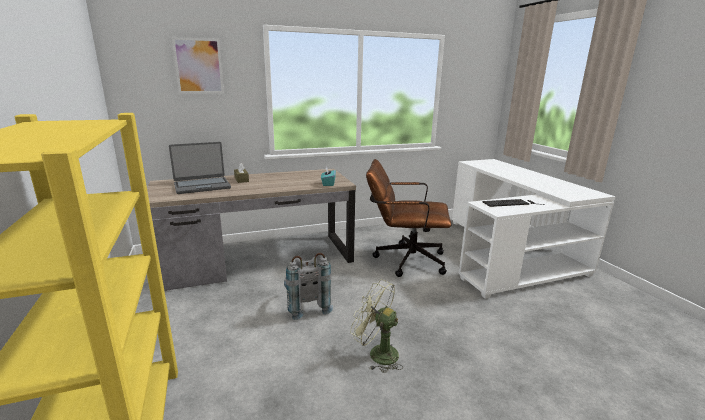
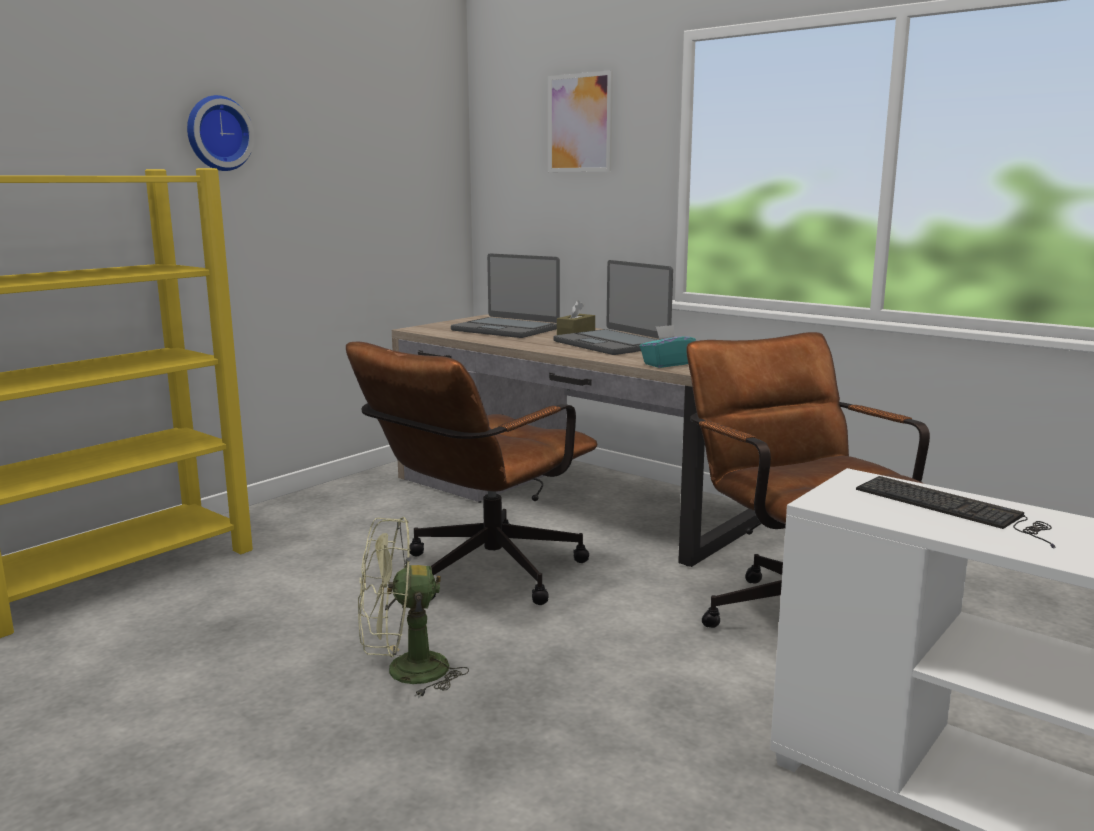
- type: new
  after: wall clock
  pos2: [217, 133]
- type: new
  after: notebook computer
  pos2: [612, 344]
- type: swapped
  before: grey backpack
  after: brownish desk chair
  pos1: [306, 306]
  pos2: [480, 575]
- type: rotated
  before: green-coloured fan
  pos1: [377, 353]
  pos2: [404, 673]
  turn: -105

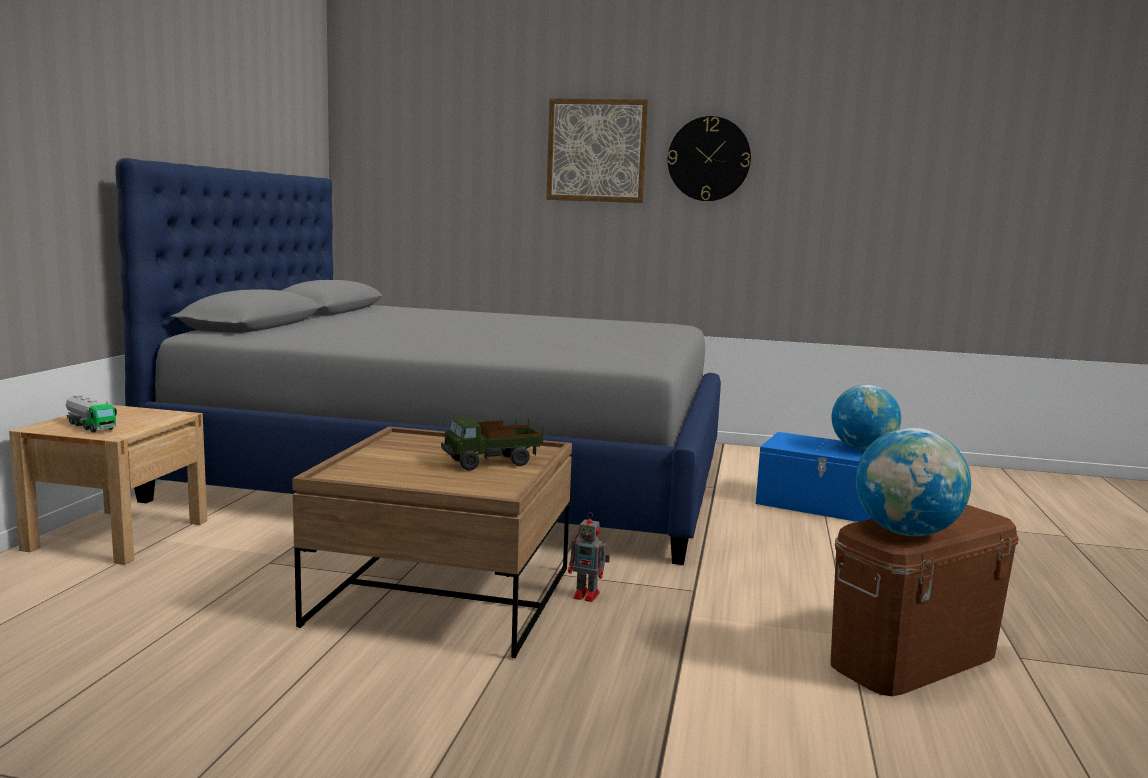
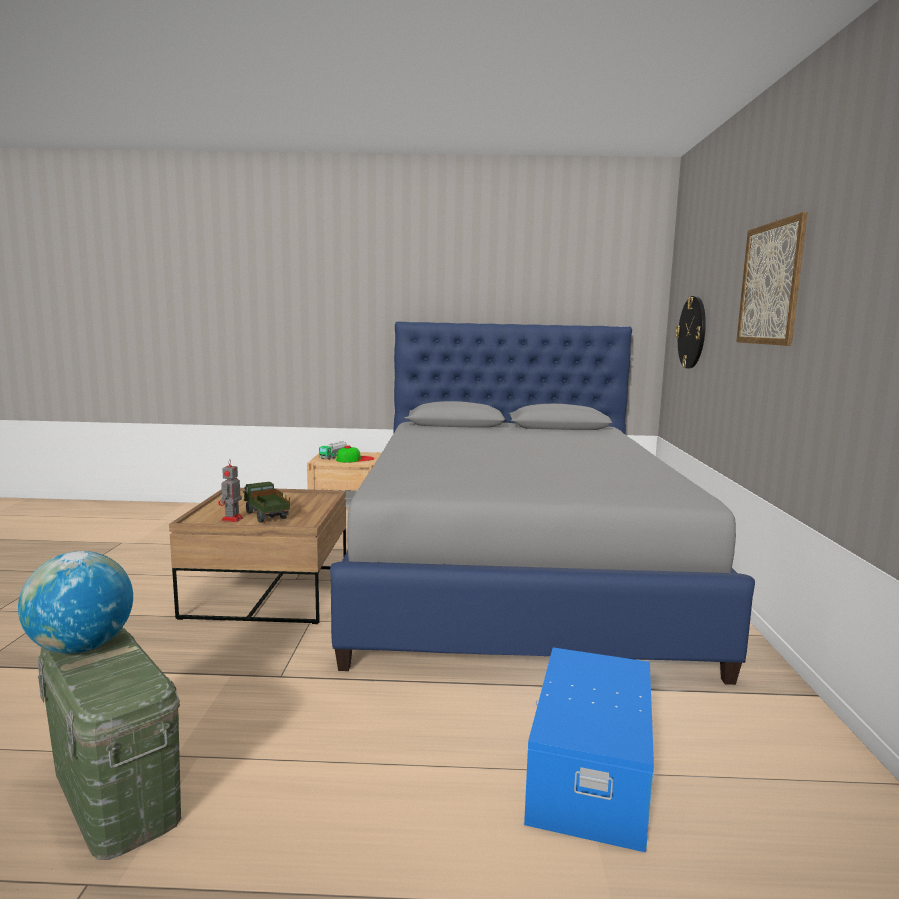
- type: gone
  before: world globe
  pos1: [862, 449]
- type: new
  after: baseball cap
  pos2: [355, 459]
- type: shifted
  before: toy robot
  pos1: [588, 595]
  pos2: [231, 519]
- type: shifted
  before: wall clock
  pos1: [709, 159]
  pos2: [692, 332]
- type: repainted
  before: brownish storage container
  after: green-coloured storage container
  pos1: [913, 659]
  pos2: [114, 792]

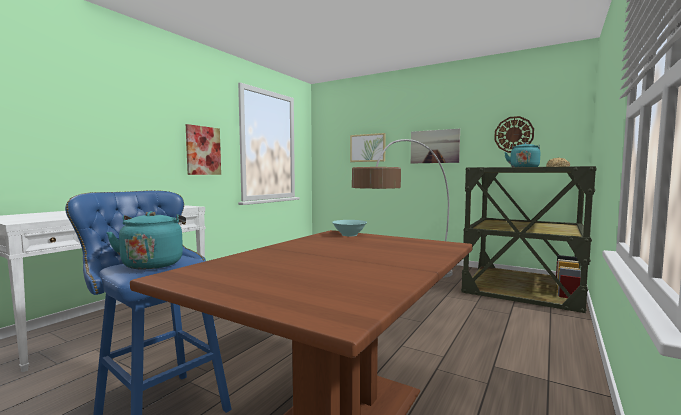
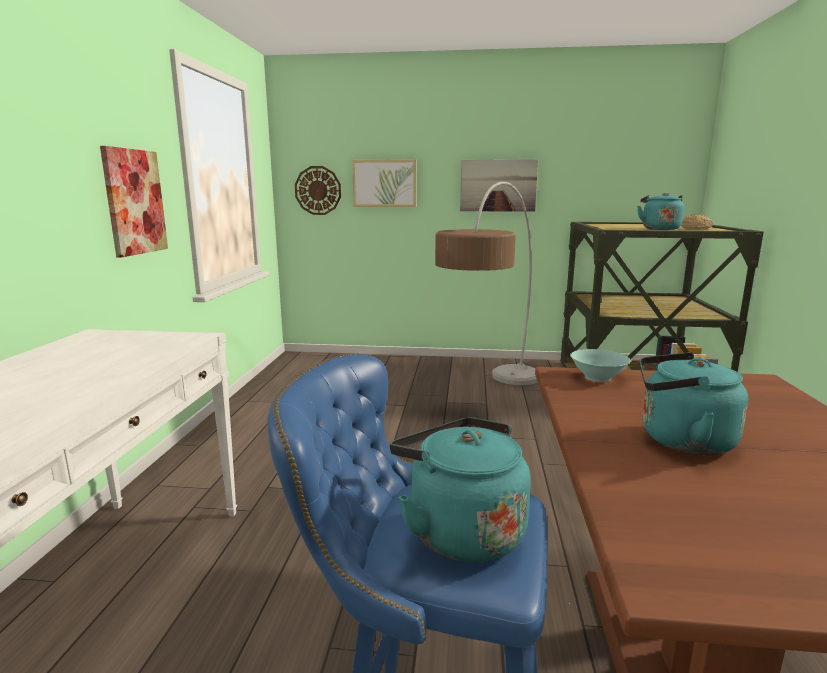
- type: new
  after: blue-green water kettle
  pos2: [680, 440]
- type: shifted
  before: wall clock
  pos1: [513, 134]
  pos2: [318, 190]

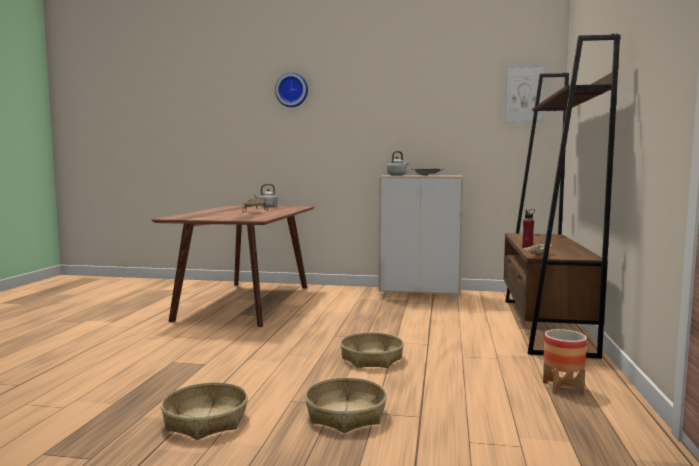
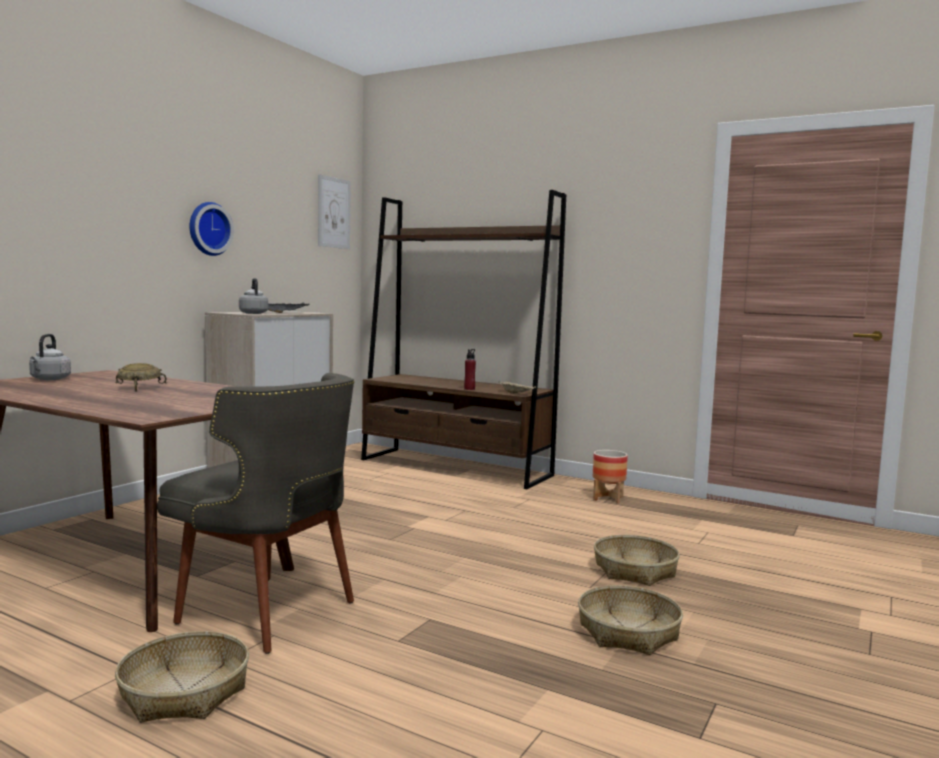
- type: new
  after: grey upright chair
  pos2: [266, 612]
- type: shifted
  before: wall clock
  pos1: [292, 90]
  pos2: [208, 229]
- type: shifted
  before: household basket
  pos1: [372, 359]
  pos2: [185, 692]

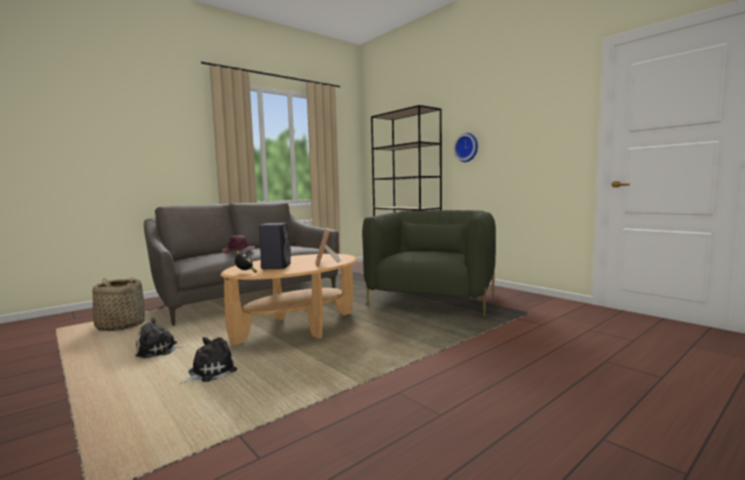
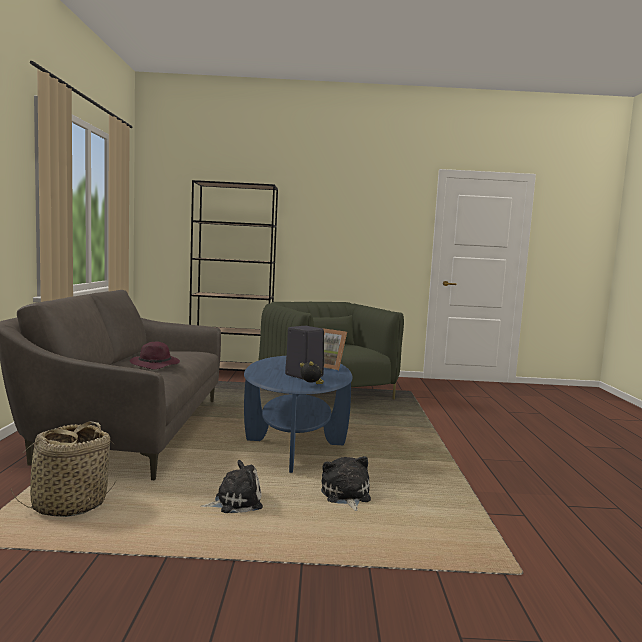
- type: gone
  before: wall clock
  pos1: [467, 147]
- type: repainted
  before: brownish coffee table
  after: blue coffee table
  pos1: [297, 328]
  pos2: [295, 443]
- type: rotated
  before: plush toy
  pos1: [160, 350]
  pos2: [235, 502]
  turn: -135

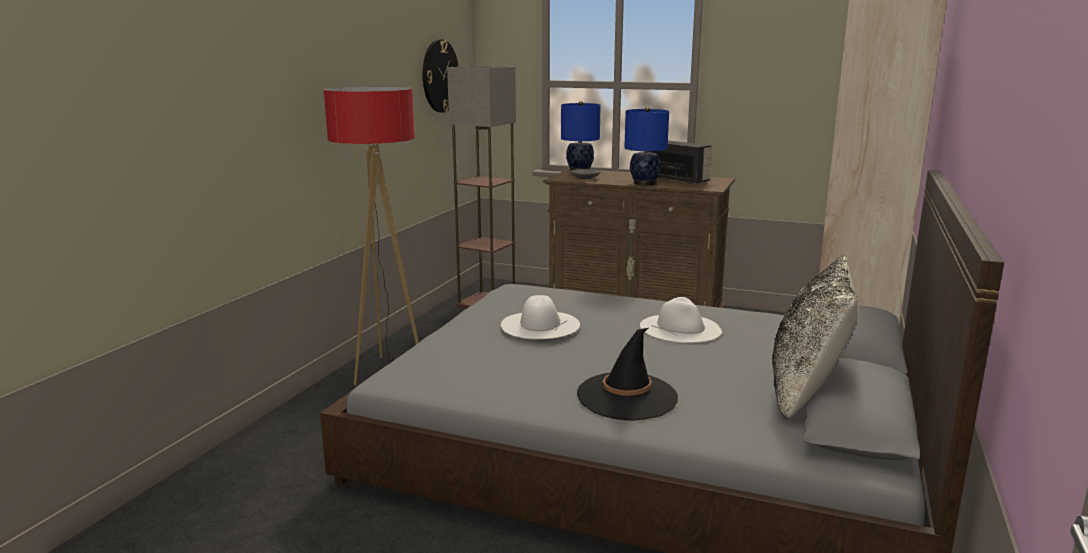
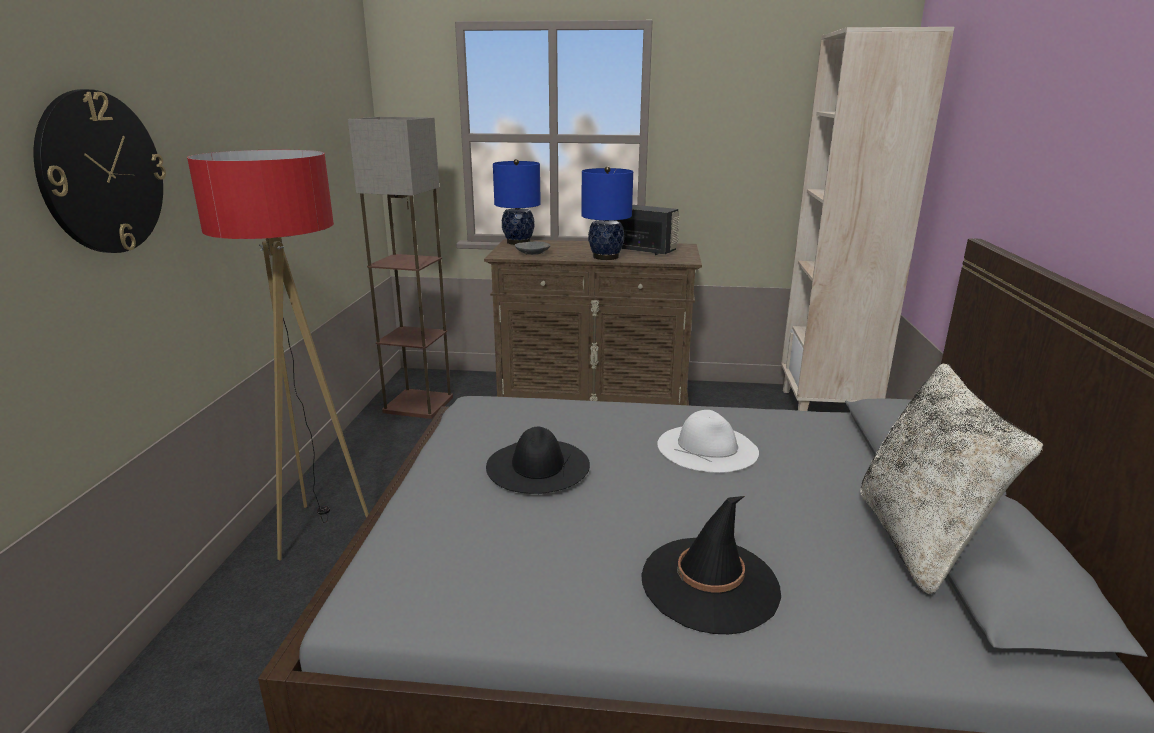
- type: shifted
  before: wall clock
  pos1: [440, 76]
  pos2: [102, 173]
- type: repainted
  before: white-coloured hat
  after: black hat
  pos1: [540, 324]
  pos2: [537, 465]

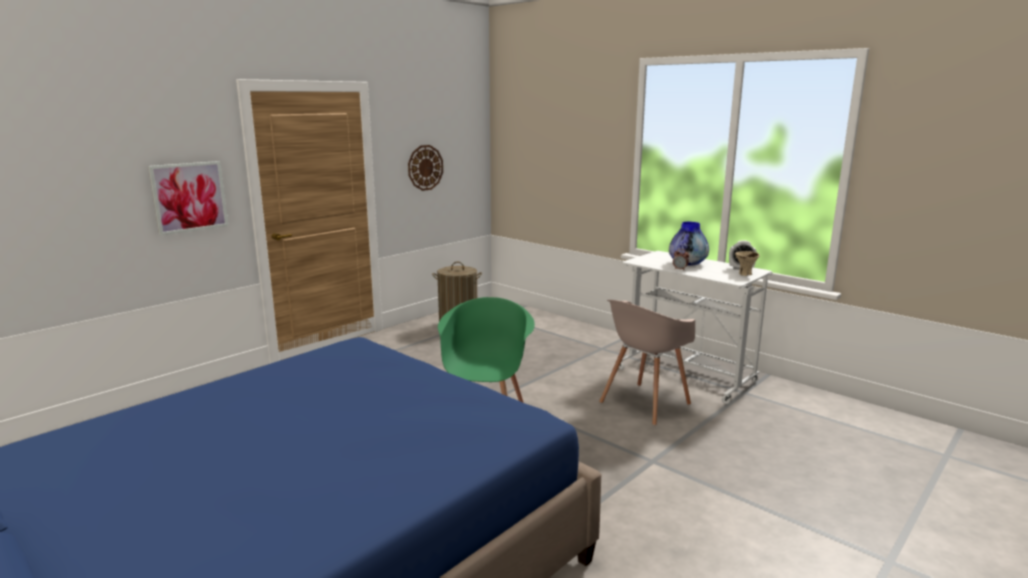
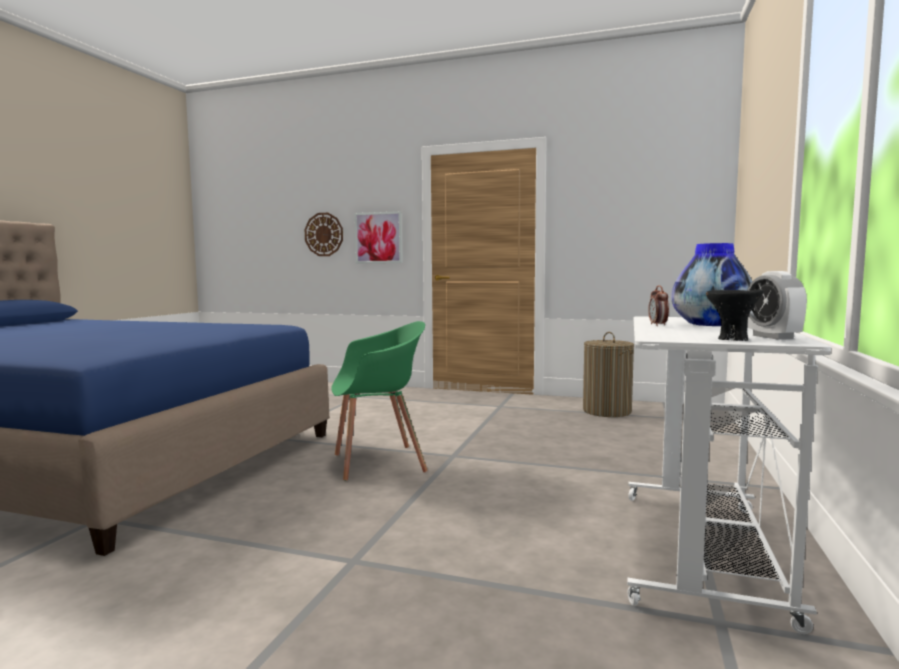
- type: gone
  before: sand-coloured upright chair
  pos1: [644, 404]
- type: shifted
  before: wall clock
  pos1: [425, 167]
  pos2: [324, 234]
- type: repainted
  before: sand-coloured bowl
  after: black bowl
  pos1: [745, 274]
  pos2: [732, 339]

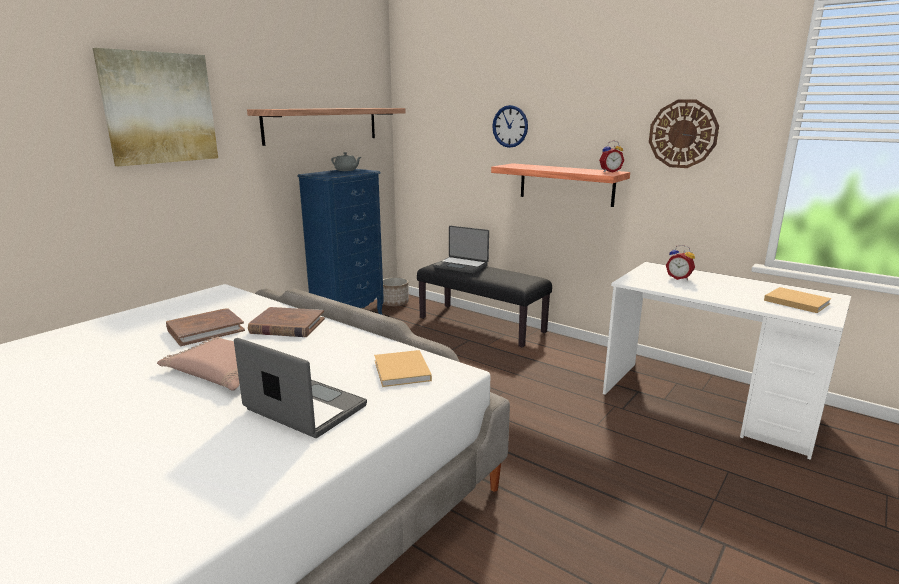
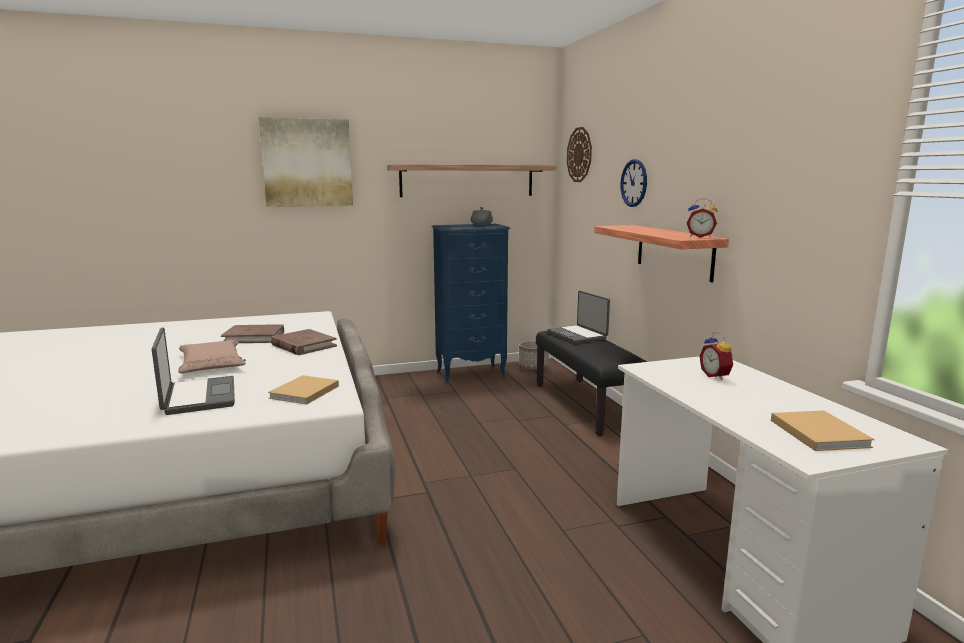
- type: shifted
  before: wall clock
  pos1: [683, 134]
  pos2: [579, 155]

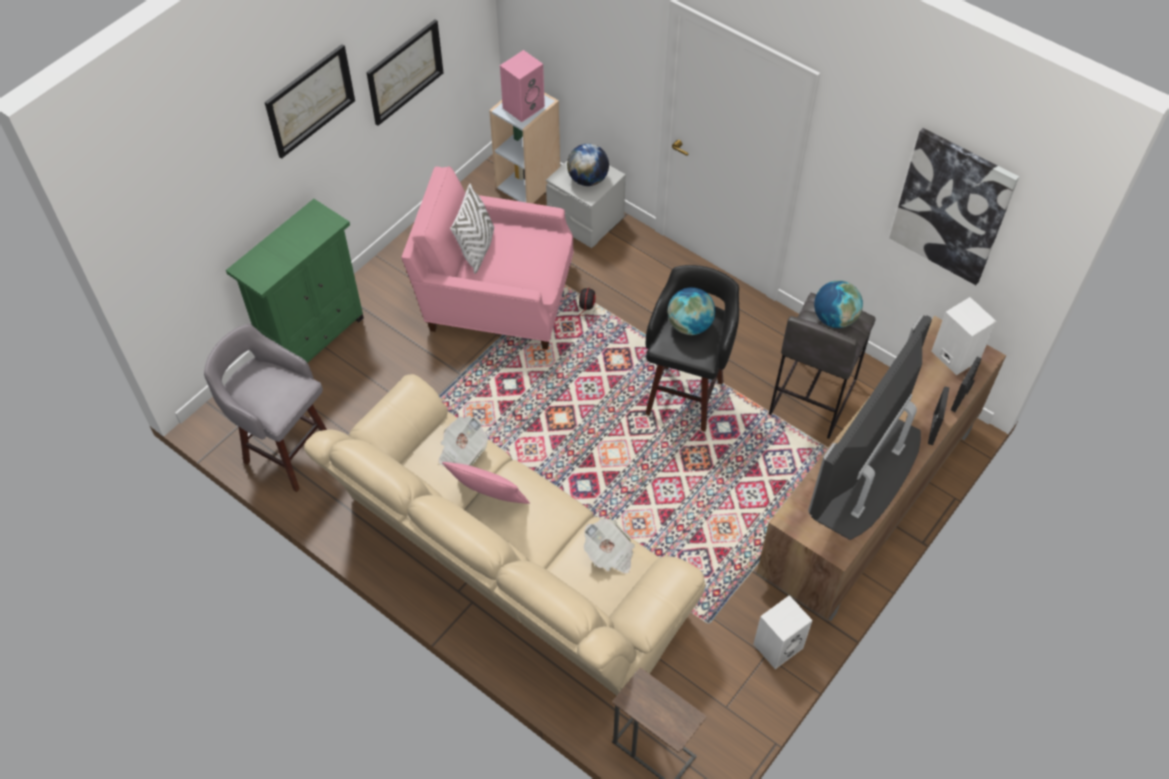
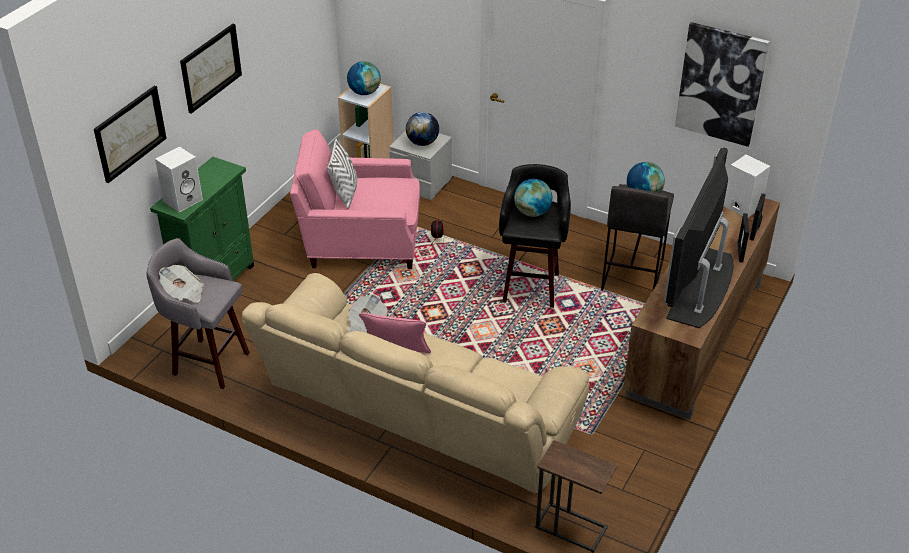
- type: shifted
  before: picture
  pos1: [404, 71]
  pos2: [130, 133]
- type: shifted
  before: daily paper
  pos1: [609, 554]
  pos2: [183, 293]
- type: shifted
  before: white-coloured audio speaker
  pos1: [778, 645]
  pos2: [183, 200]
- type: swapped
  before: pinkish audio speaker
  after: world globe
  pos1: [523, 106]
  pos2: [364, 92]

